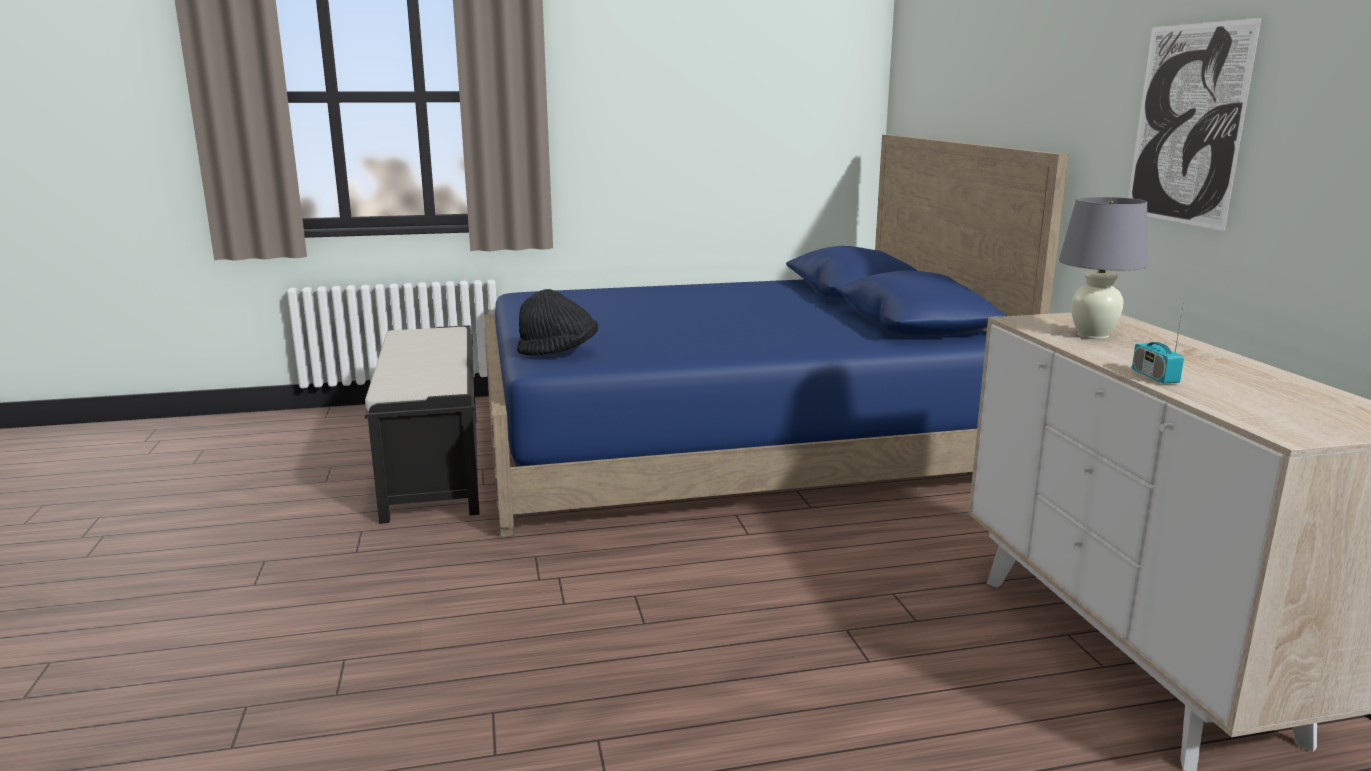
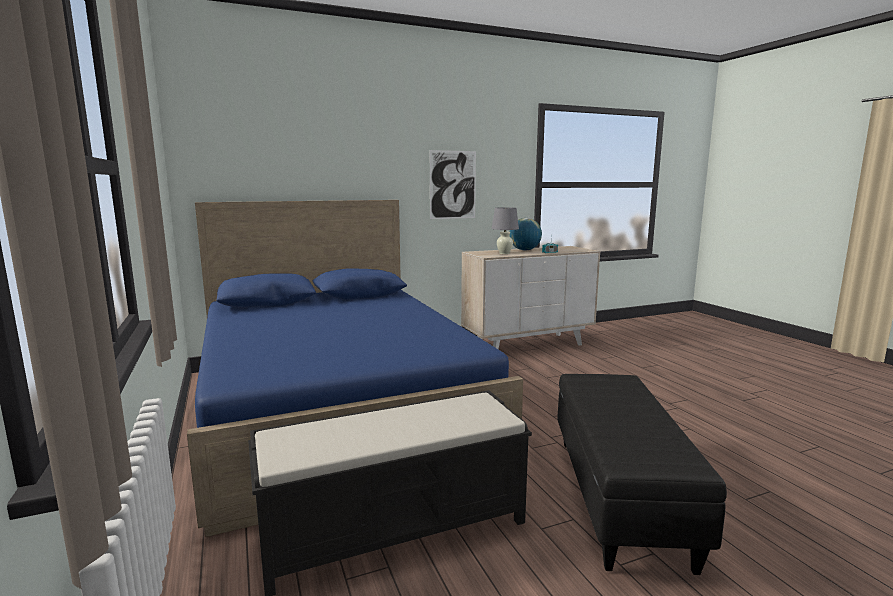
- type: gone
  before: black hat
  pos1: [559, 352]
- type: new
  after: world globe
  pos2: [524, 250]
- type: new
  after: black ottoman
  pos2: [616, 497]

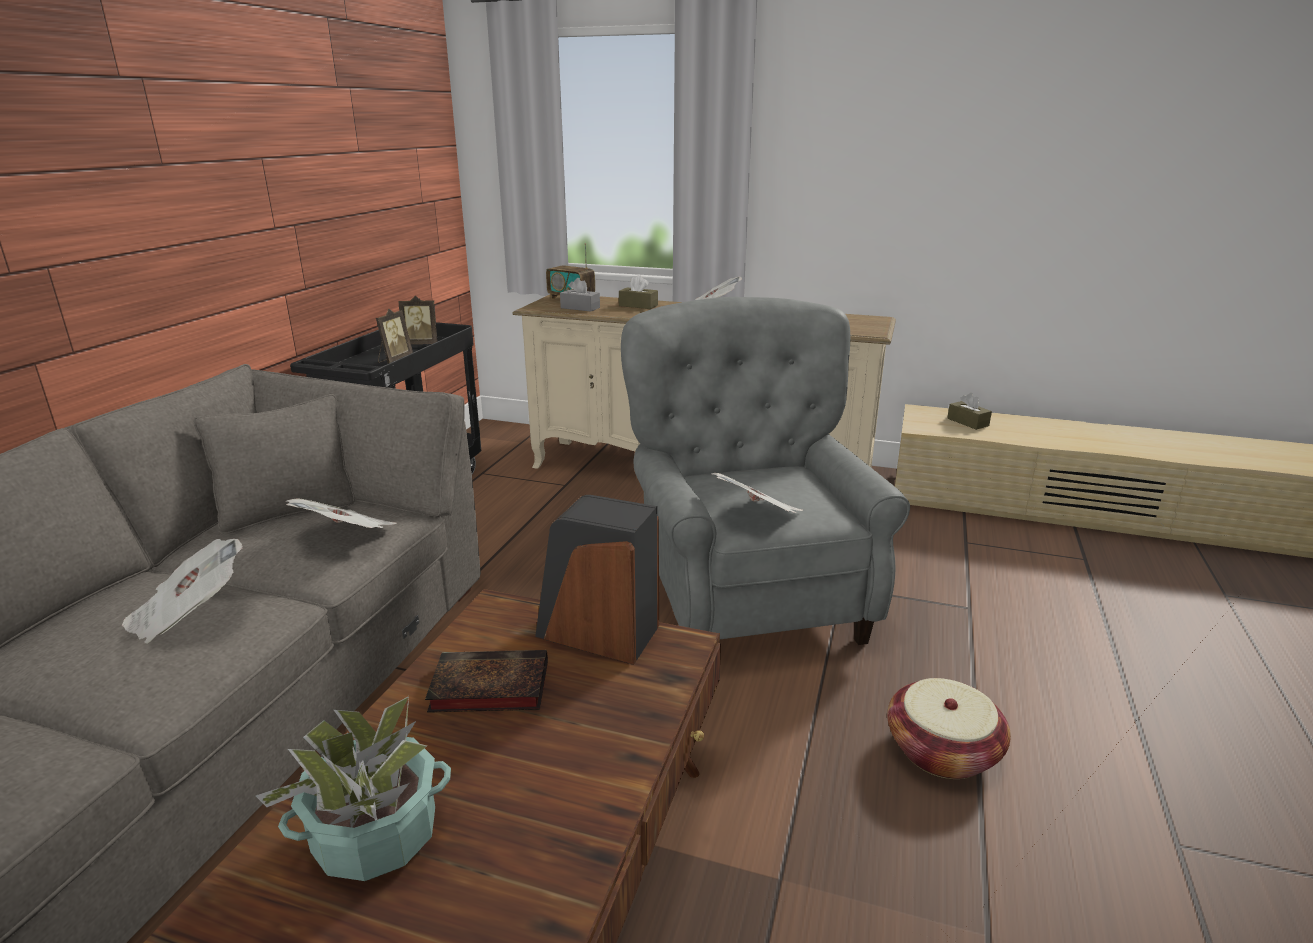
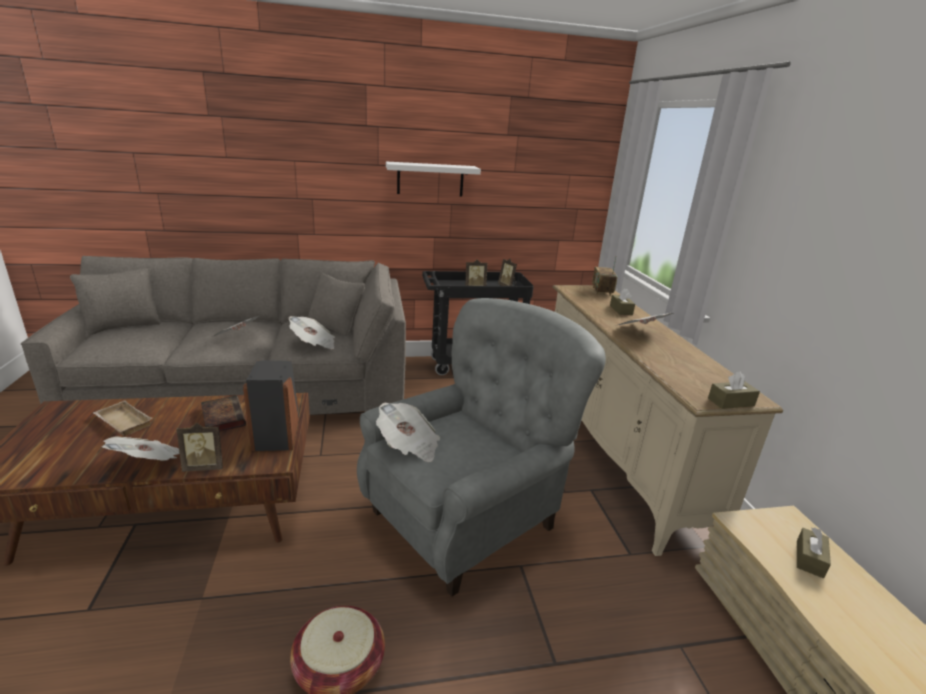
- type: gone
  before: grey box of tissues
  pos1: [580, 308]
- type: new
  after: daily paper
  pos2: [150, 463]
- type: new
  after: photo frame
  pos2: [205, 466]
- type: new
  after: white-coloured wall shelf
  pos2: [430, 179]
- type: new
  after: brownish box of tissues
  pos2: [731, 402]
- type: swapped
  before: houseplant
  after: sand-coloured tray
  pos1: [376, 837]
  pos2: [122, 422]

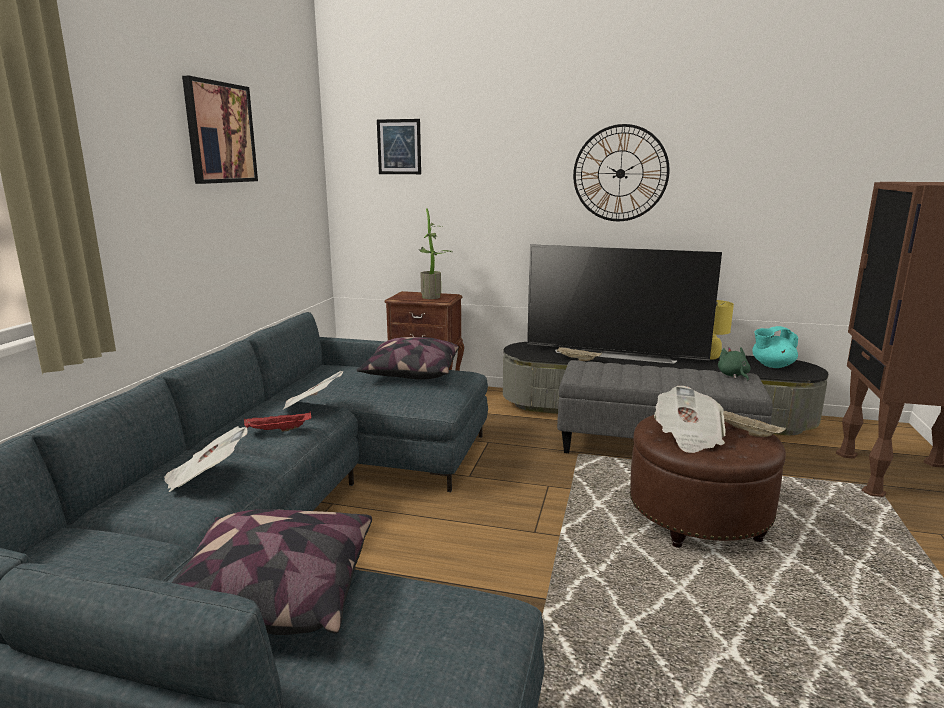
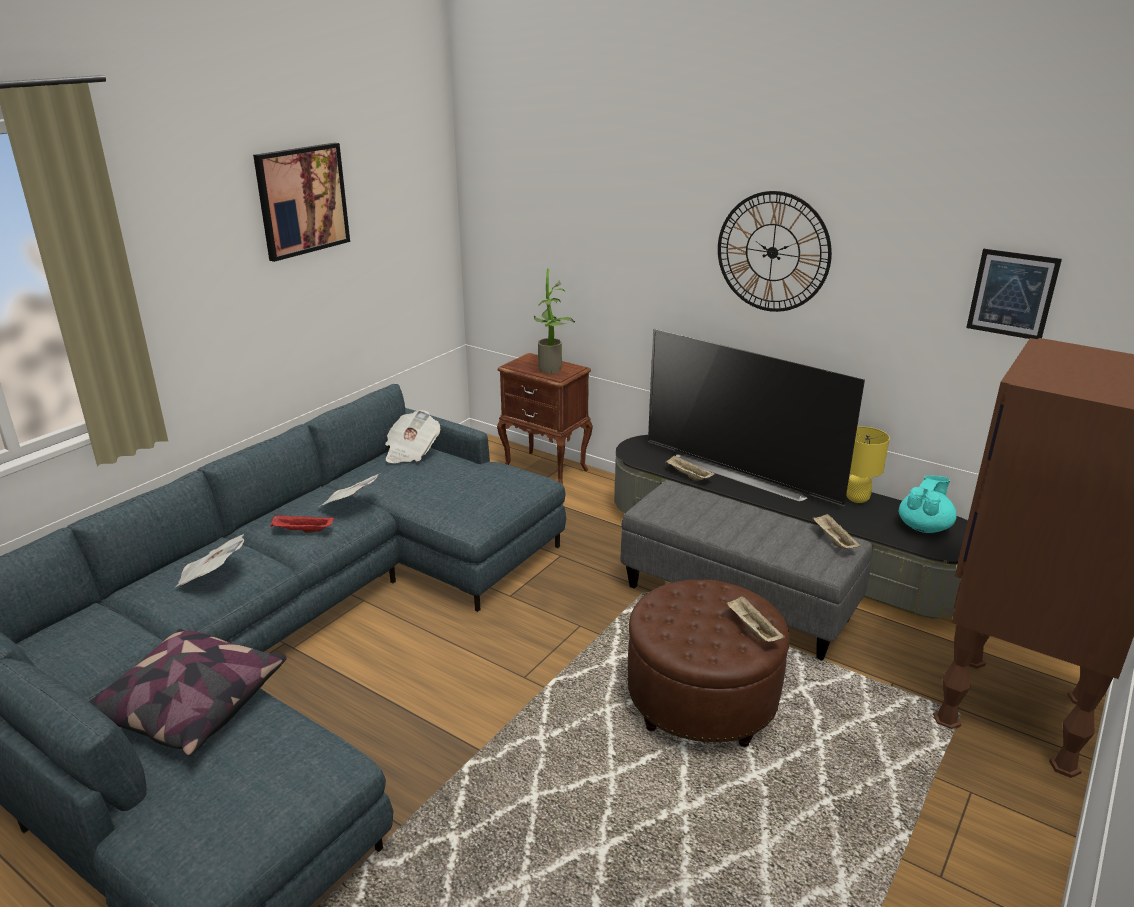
- type: gone
  before: throw pillow
  pos1: [411, 374]
- type: shifted
  before: picture
  pos1: [399, 147]
  pos2: [1012, 294]
- type: shifted
  before: daily paper
  pos1: [688, 437]
  pos2: [411, 452]
- type: swapped
  before: green-coloured plush toy
  after: sand-coloured tray
  pos1: [733, 375]
  pos2: [833, 540]
- type: rotated
  before: blue-green pot for tea
  pos1: [772, 365]
  pos2: [924, 527]
  turn: 120

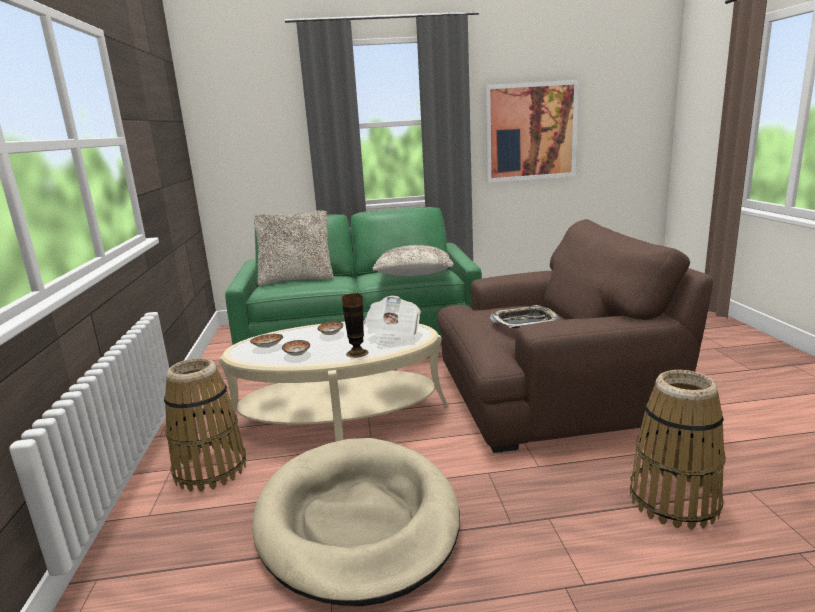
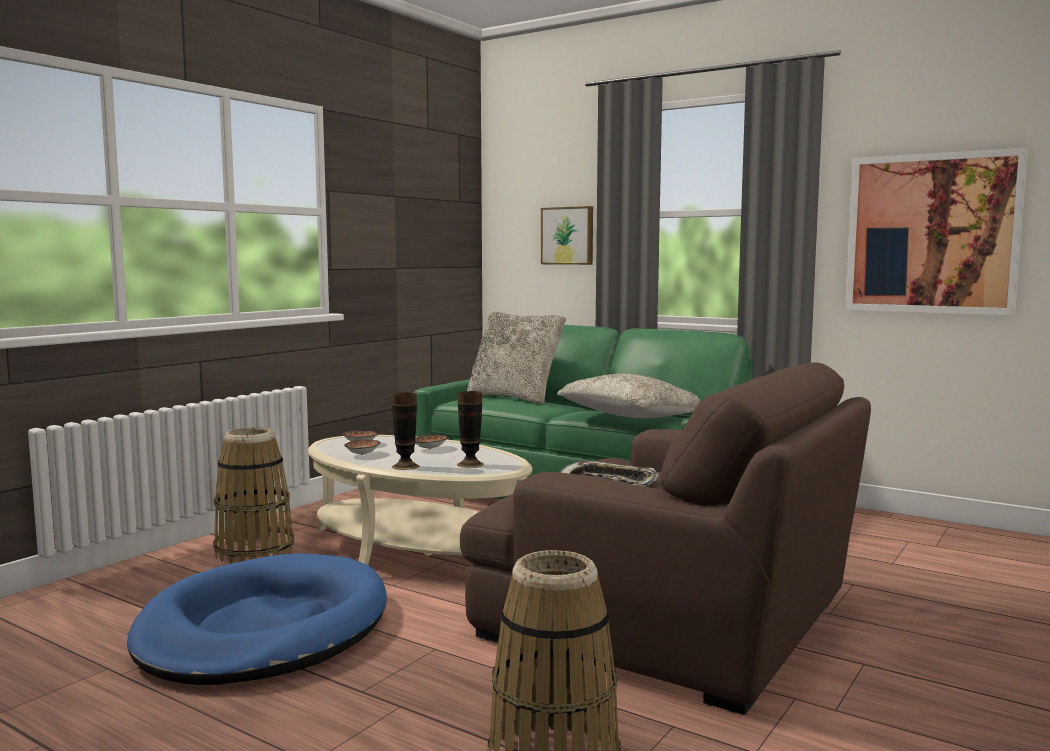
- type: new
  after: picture
  pos2: [568, 236]
- type: swapped
  before: daily paper
  after: flower vase
  pos1: [393, 337]
  pos2: [470, 464]
- type: repainted
  before: sand-coloured dog cushion
  after: blue dog cushion
  pos1: [358, 521]
  pos2: [264, 629]

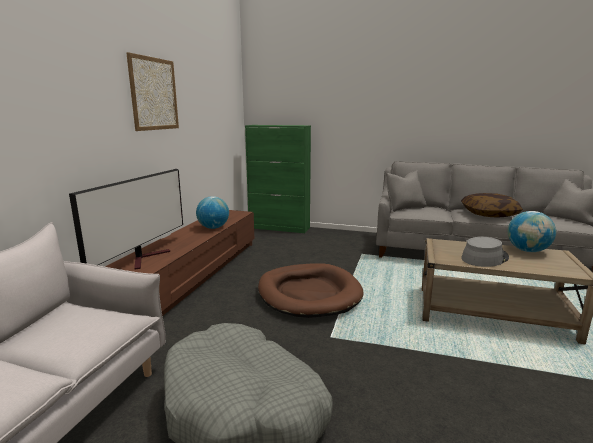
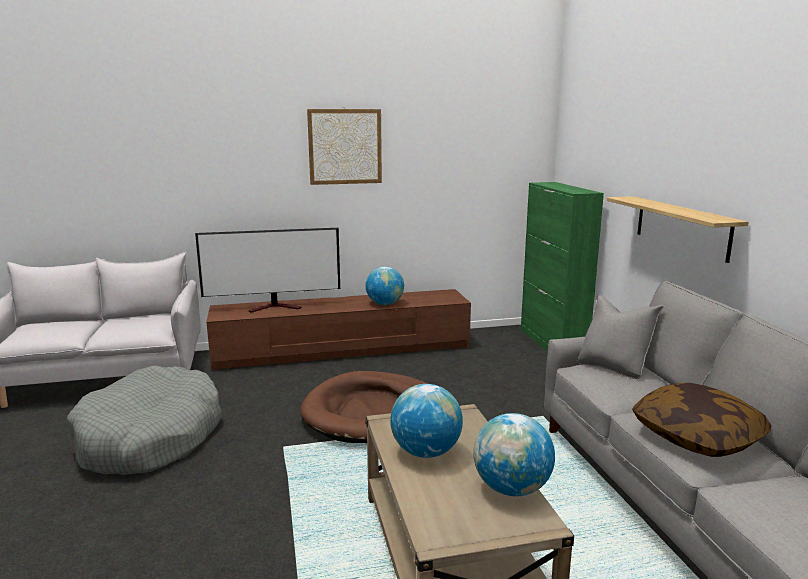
- type: new
  after: wall shelf
  pos2: [681, 227]
- type: swapped
  before: grey hat
  after: world globe
  pos1: [484, 258]
  pos2: [426, 452]

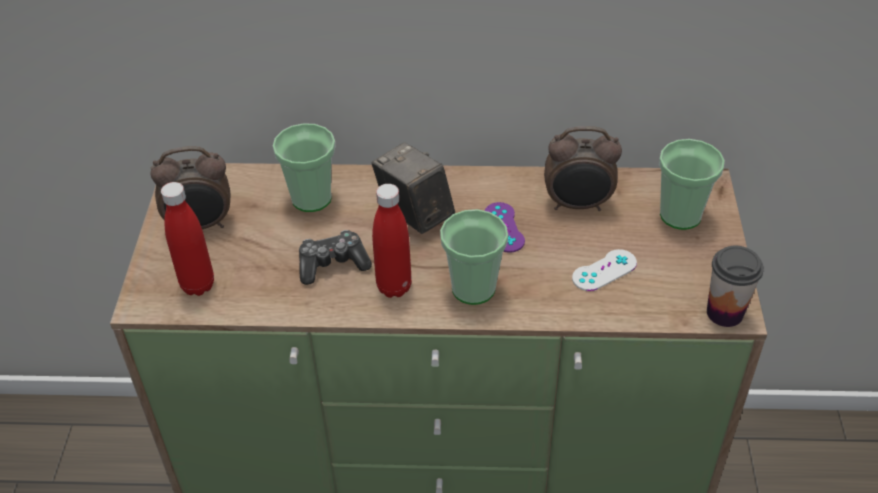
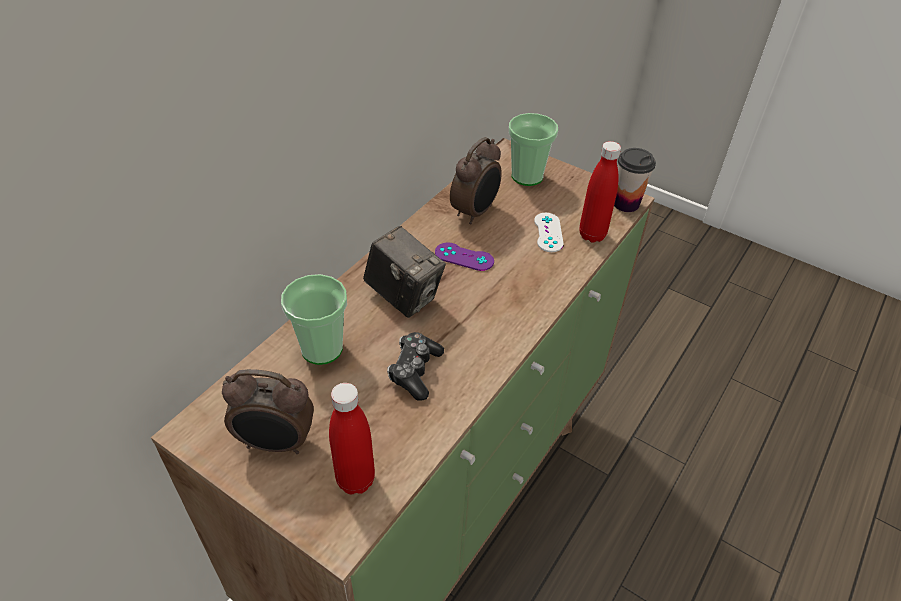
- type: gone
  before: drinking cup
  pos1: [473, 288]
- type: shifted
  before: red-coloured bottle
  pos1: [394, 287]
  pos2: [592, 235]
- type: rotated
  before: bedside clock
  pos1: [201, 225]
  pos2: [276, 443]
  turn: 75
- type: rotated
  before: still camera
  pos1: [414, 214]
  pos2: [404, 296]
  turn: -135

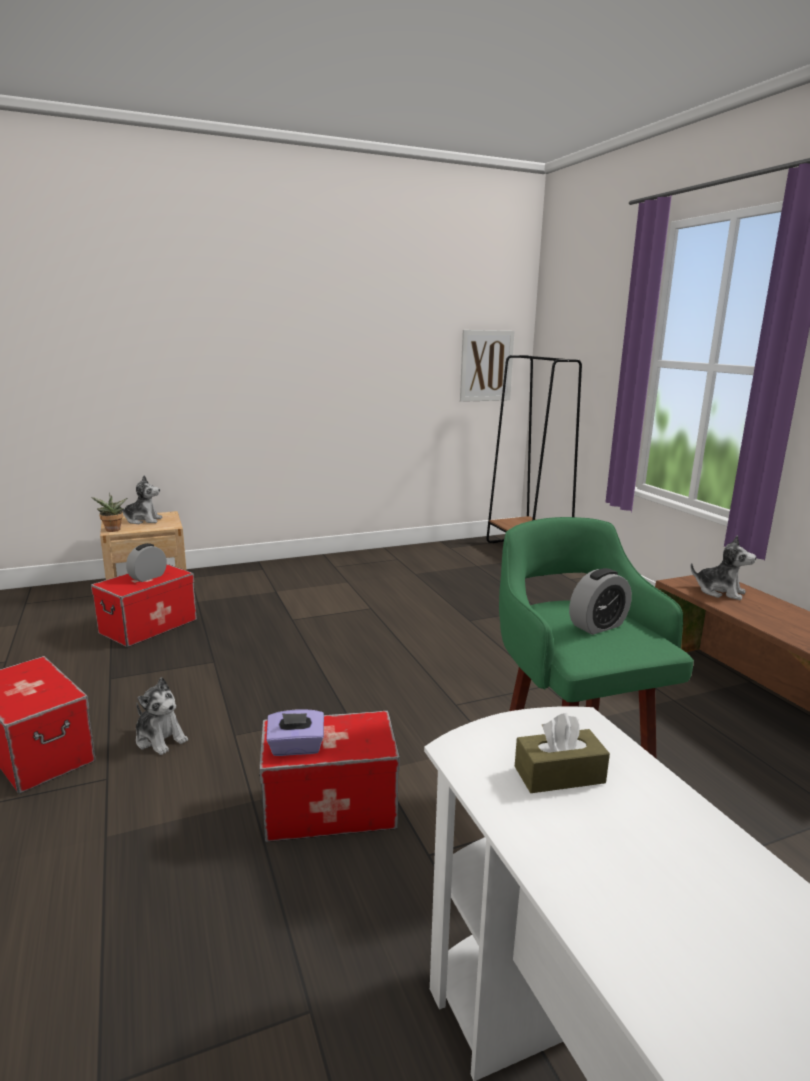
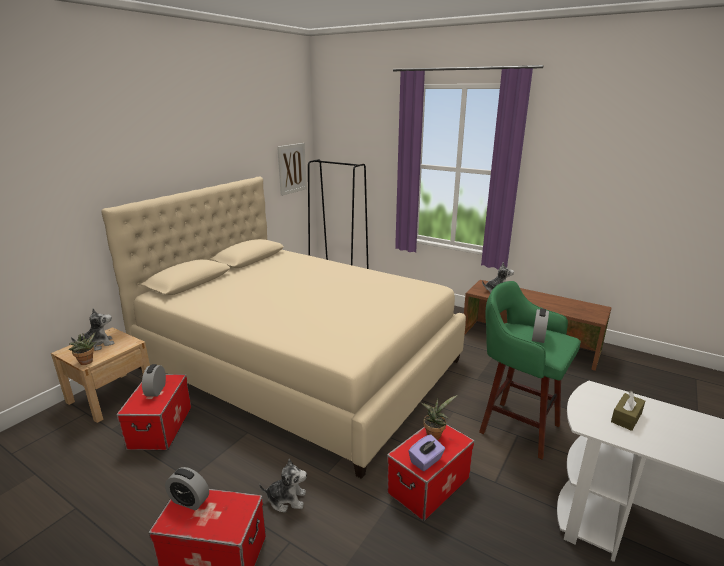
- type: new
  after: sand-coloured sleeping bed
  pos2: [300, 363]
- type: new
  after: bedside clock
  pos2: [189, 501]
- type: new
  after: houseplant
  pos2: [434, 434]

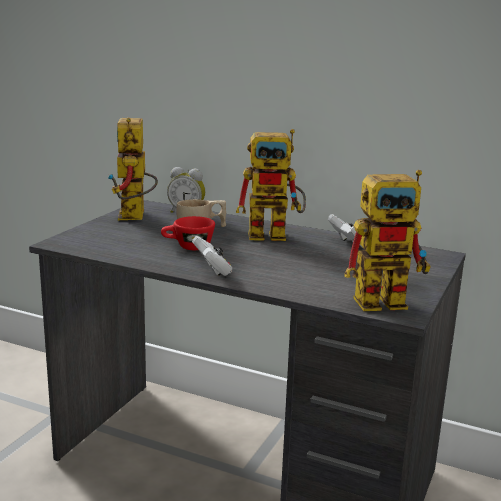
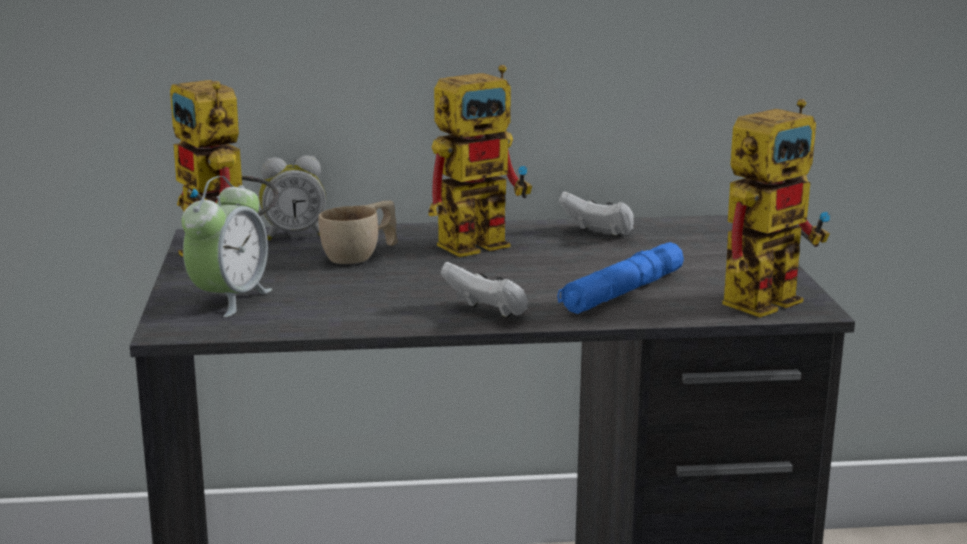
- type: gone
  before: red-coloured drinking cup
  pos1: [188, 247]
- type: new
  after: bedside clock
  pos2: [229, 299]
- type: new
  after: blue flashlight
  pos2: [622, 292]

